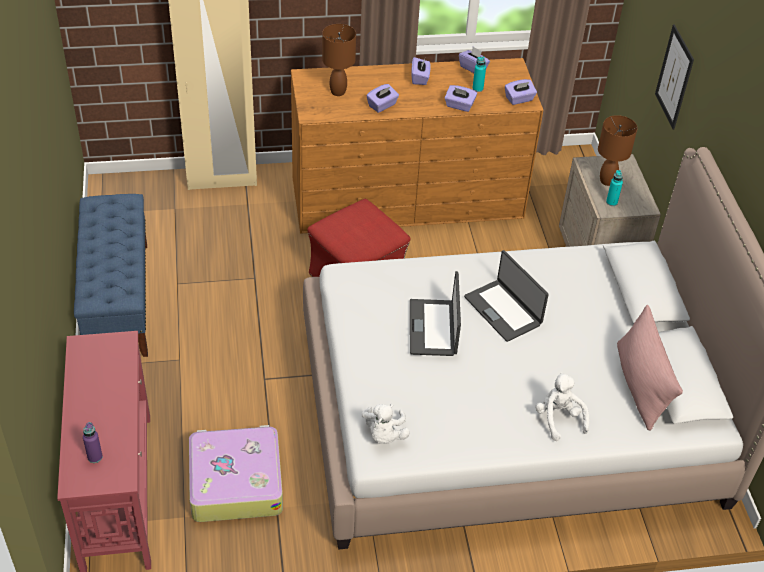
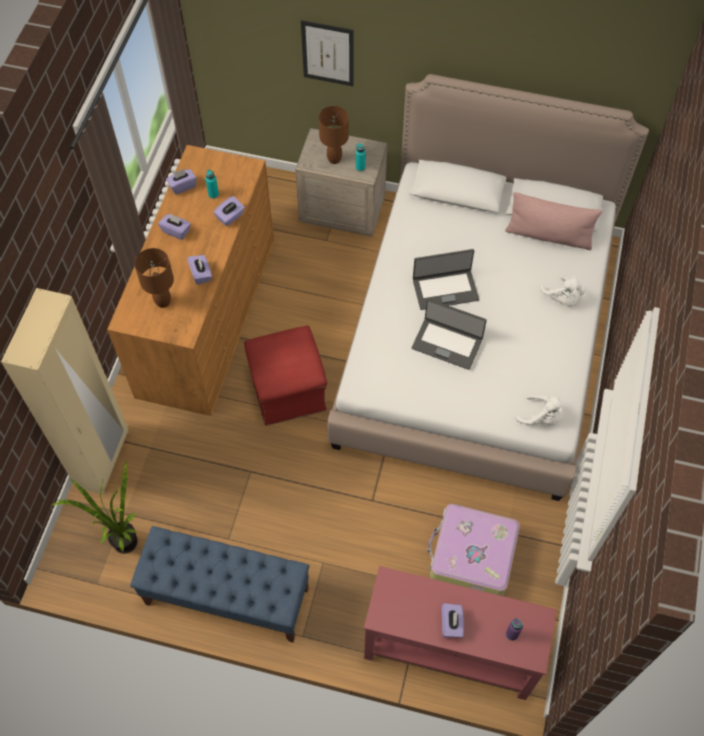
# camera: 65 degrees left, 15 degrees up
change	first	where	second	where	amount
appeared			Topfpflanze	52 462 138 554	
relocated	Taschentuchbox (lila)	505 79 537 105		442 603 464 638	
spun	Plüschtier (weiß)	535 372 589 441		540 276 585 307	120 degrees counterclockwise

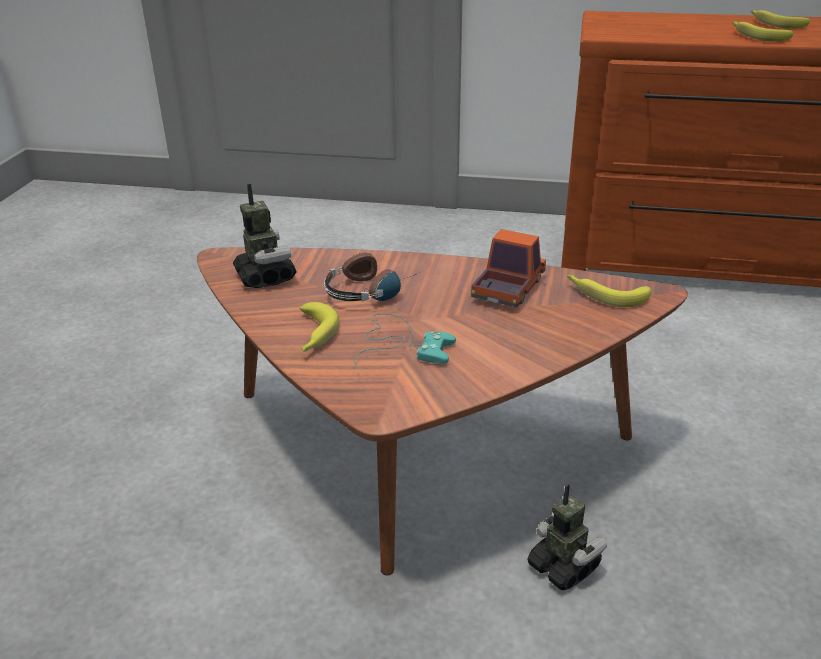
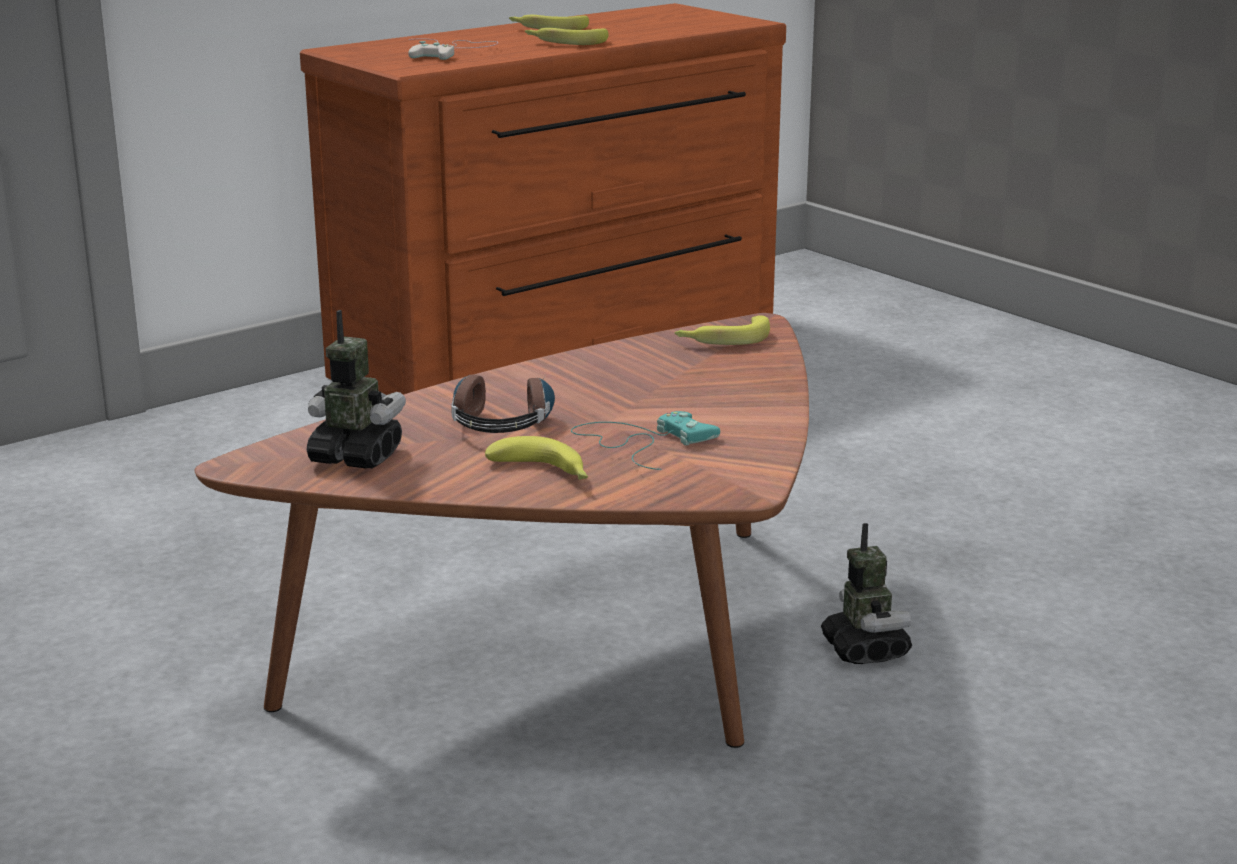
# camera: 50 degrees left, 10 degrees down
change	first	where	second	where	amount
missing	Spielzeuglaster	471 229 546 308			
appeared			Gamepad (weiß)	408 38 498 60	
spun	Spielzeugroboter	527 484 607 590		821 523 912 664	75 degrees clockwise

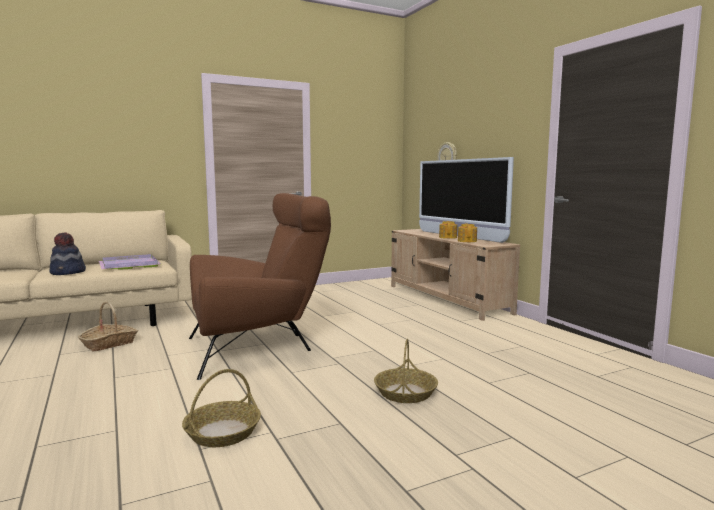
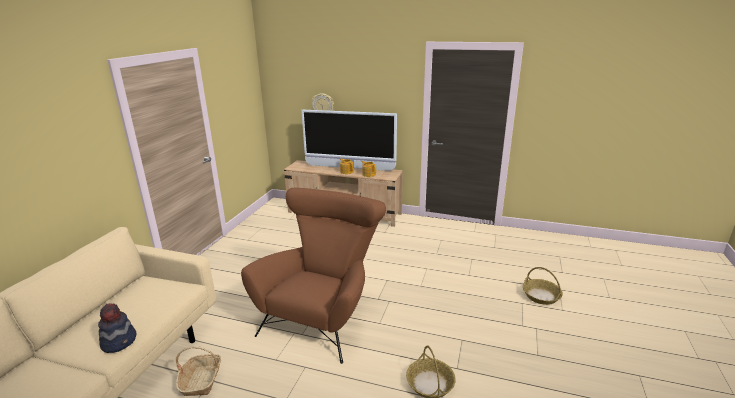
# camera: 45 degrees left, 15 degrees up
change	first	where	second	where	amount
missing	Tablett (lila)	99 254 161 270			
relocated	Korb	374 339 438 403		523 267 563 305	

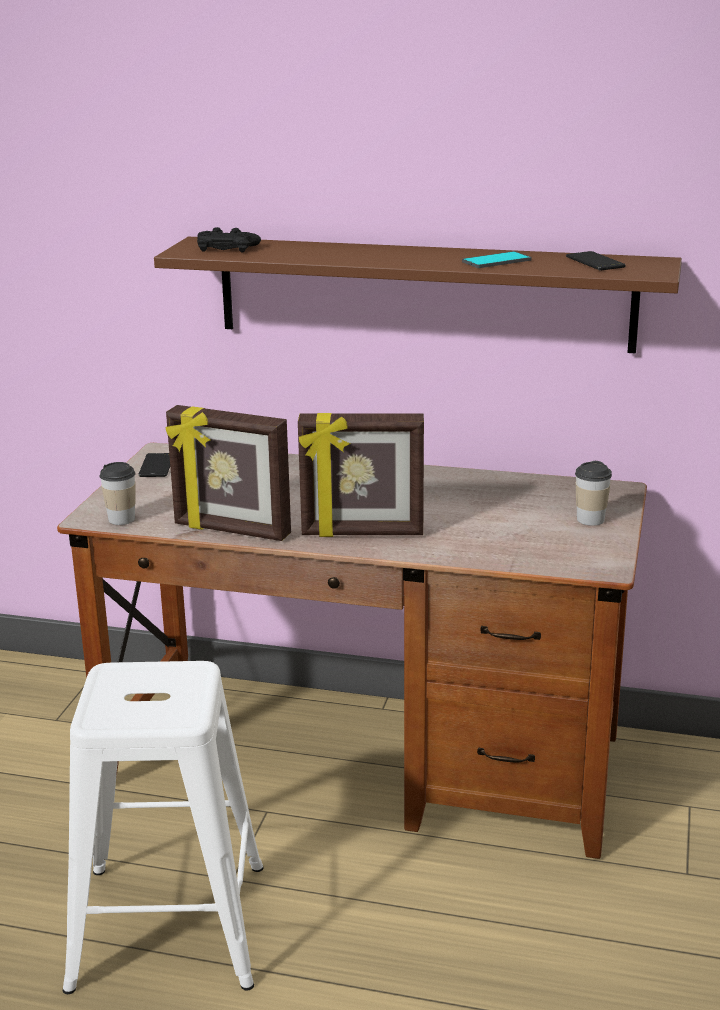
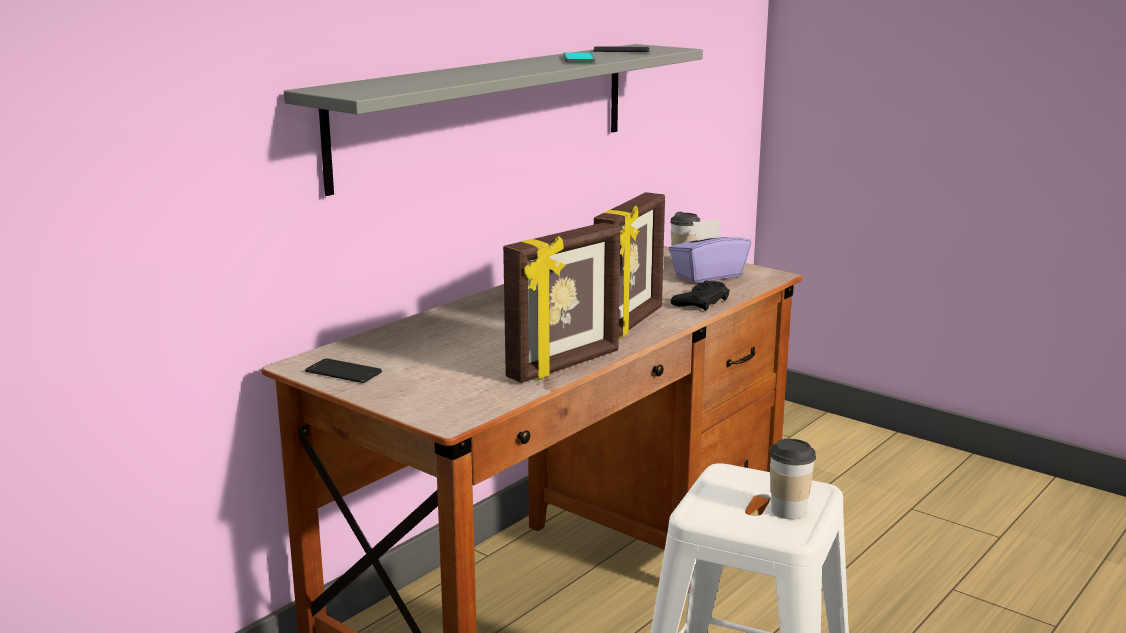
# camera: 65 degrees left, 5 degrees down
change	first	where	second	where	amount
appeared			Taschentuchbox (lila)	669 218 751 283	
relocated	Tasse	99 462 136 525		770 439 816 519	
relocated	Gamepad (schwarz)	197 227 261 253		671 281 730 311	
colour	Wandregal (braun)	154 237 682 354	Wandregal (grau)	284 44 703 196	

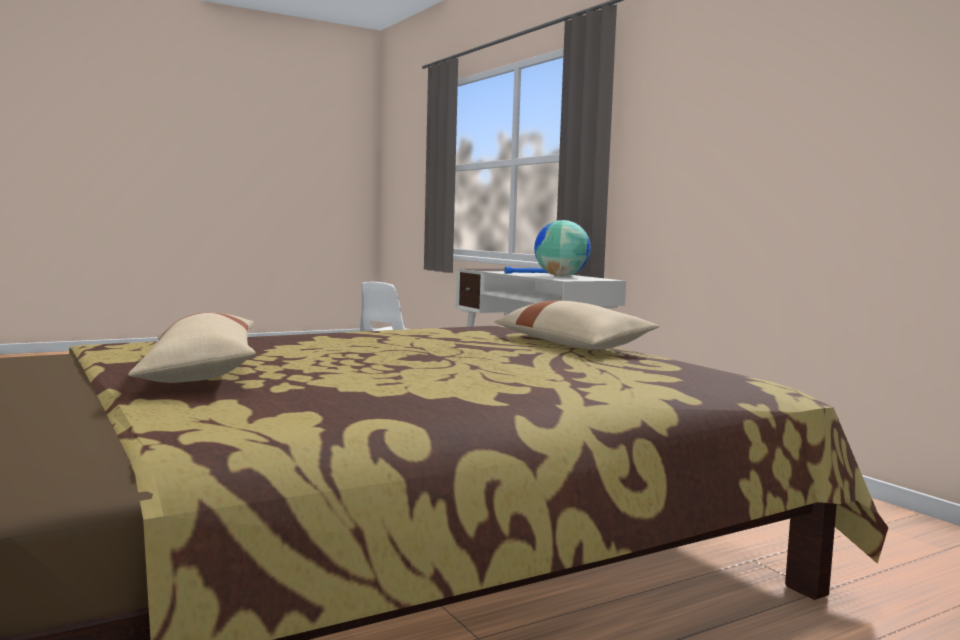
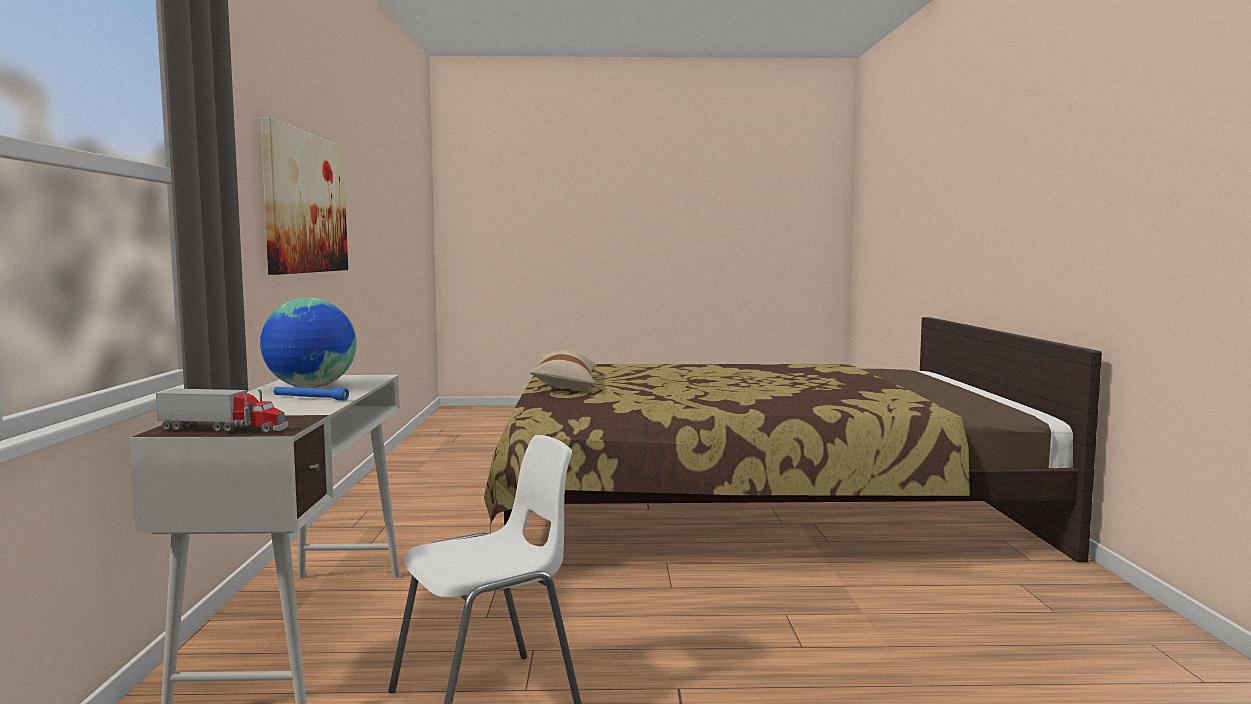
# camera: 150 degrees left, 0 degrees up
change	first	where	second	where	amount
missing	Kissen (beige)	128 313 256 383			
appeared			Spielzeuglaster	156 389 288 433	
appeared			Bild	261 117 348 275	

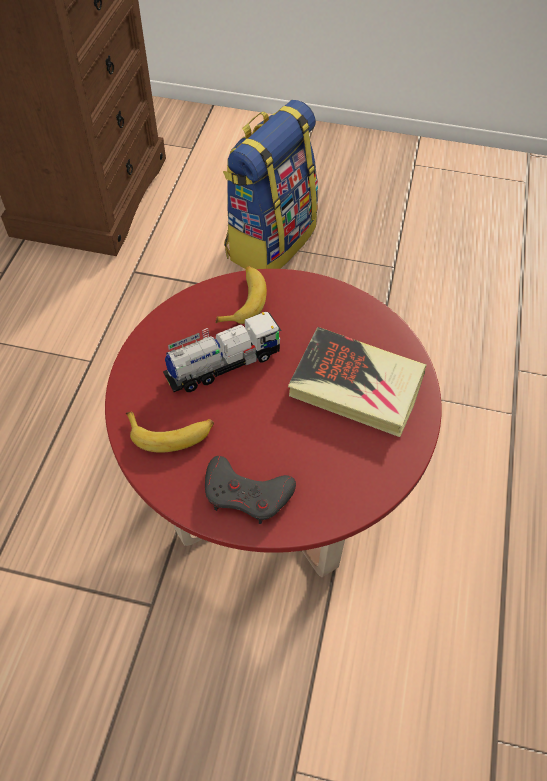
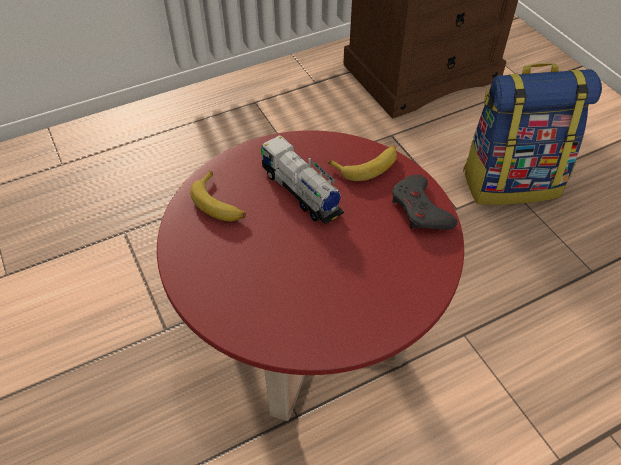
# camera: 50 degrees right, 5 degrees down
change	first	where	second	where	amount
missing	Buch	288 327 427 437			
relocated	Gamepad (grau)	205 456 296 524		392 174 458 230	
spun	Spielzeuglaster	163 312 282 392		261 135 344 224	150 degrees counterclockwise

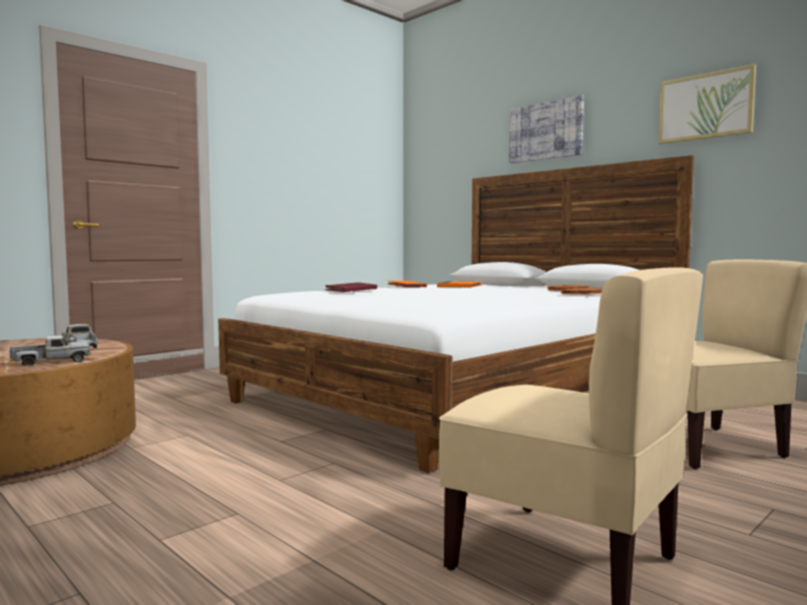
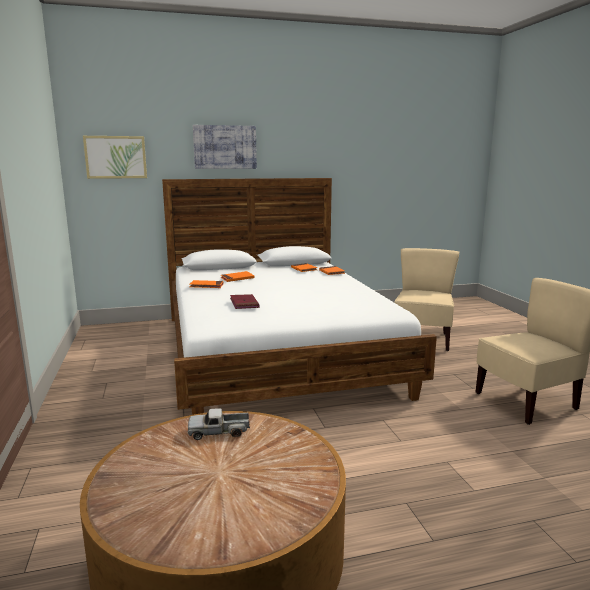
# camera: 60 degrees left, 10 degrees up
change	first	where	second	where	amount
missing	Spielzeuglaster	9 335 91 366			
relocated	Bild	658 64 756 144		83 136 147 179	

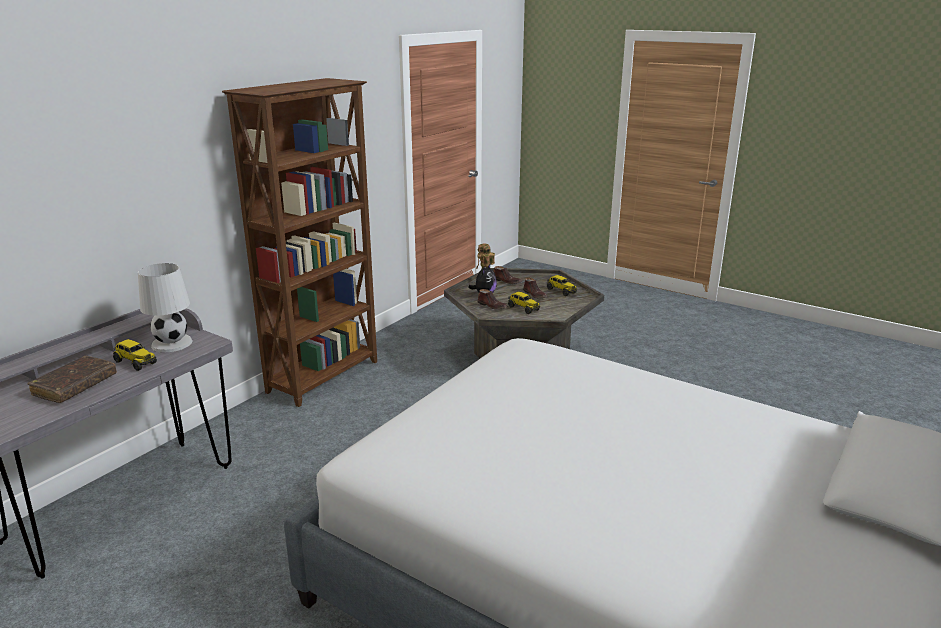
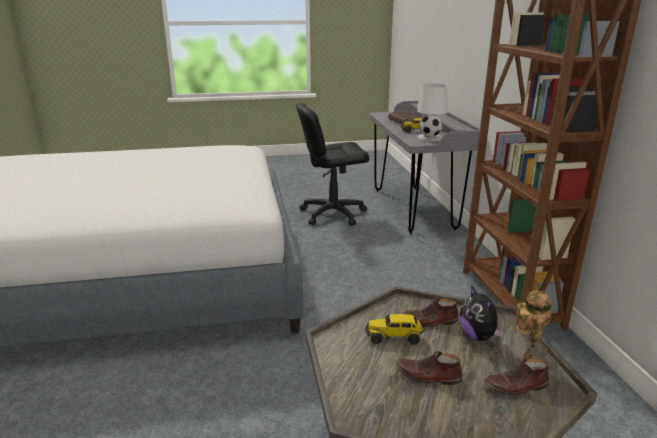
# camera: 135 degrees right, 0 degrees up
change	first	where	second	where	amount
missing	Spielzeuglaster	547 275 577 296			
appeared			Bürostuhl (schwarz)	296 103 369 226	

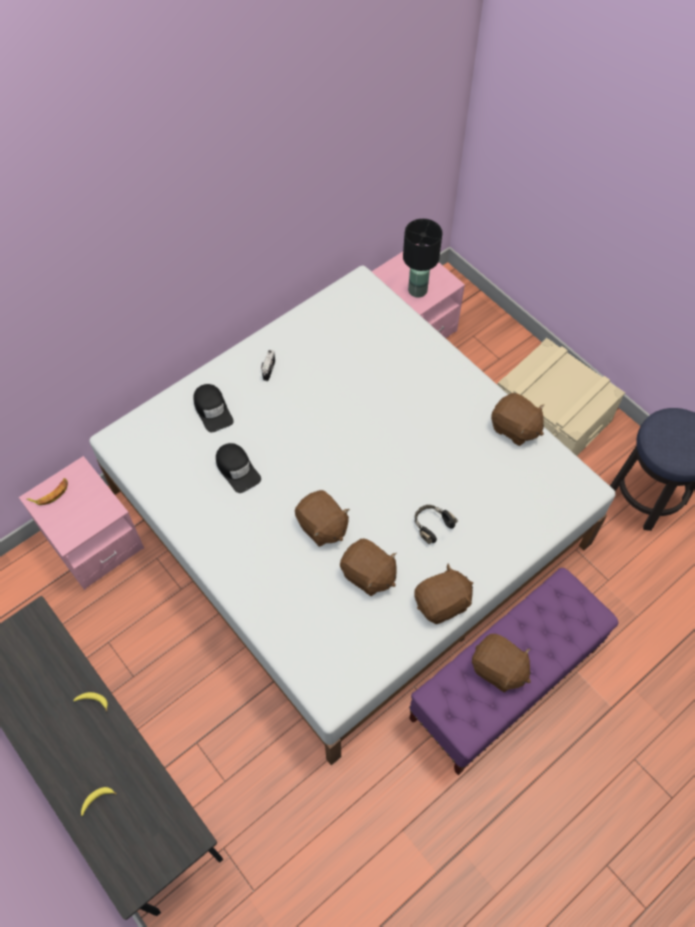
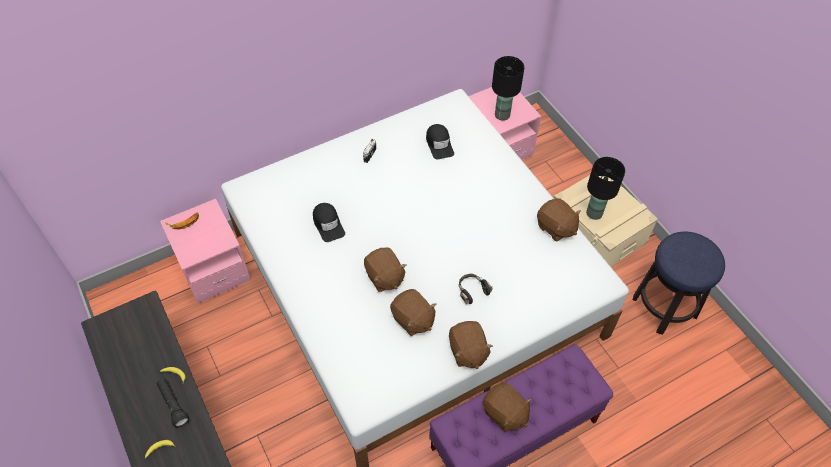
# camera: 10 degrees right, 5 degrees down
change	first	where	second	where	amount
appeared			Taschenlampe (schwarz)	157 379 189 428	
appeared			Tischlampe (schwarz)	586 157 625 220	
relocated	Kappe (schwarz)	193 384 234 432		426 124 454 159	
spun	Plüschtier (braun)	414 564 473 624		449 321 493 369	90 degrees clockwise

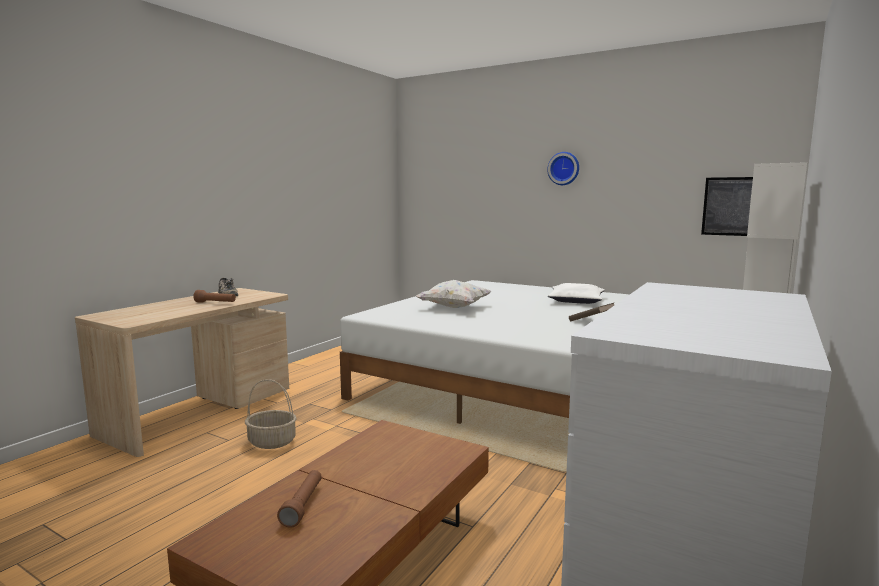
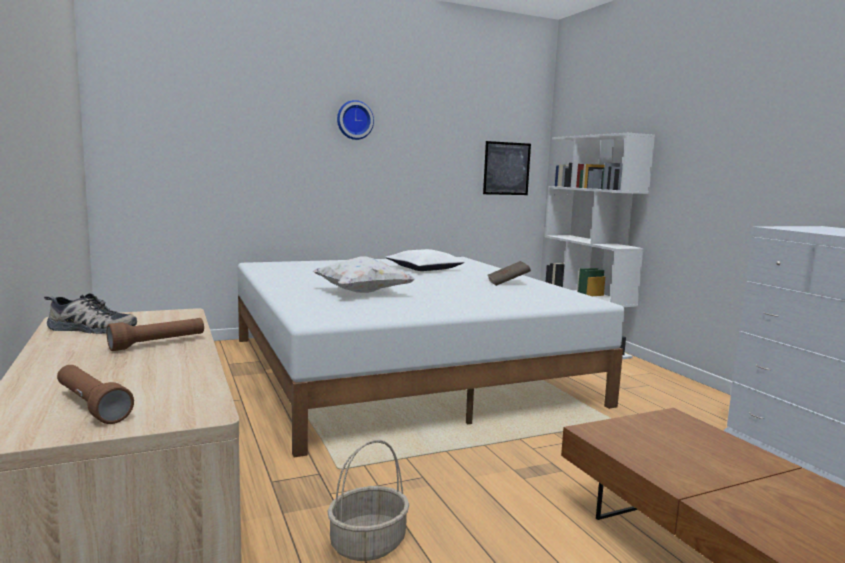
# camera: 55 degrees left, 0 degrees up
change	first	where	second	where	amount
relocated	Taschenlampe (braun)	277 470 322 528		57 365 134 424	

